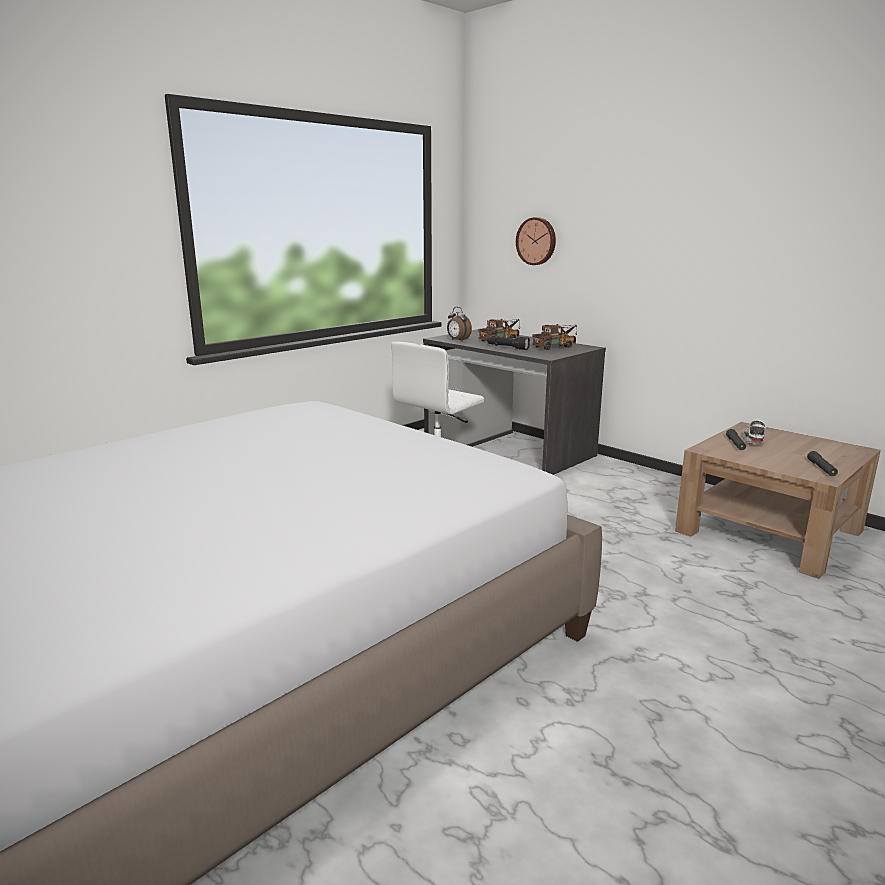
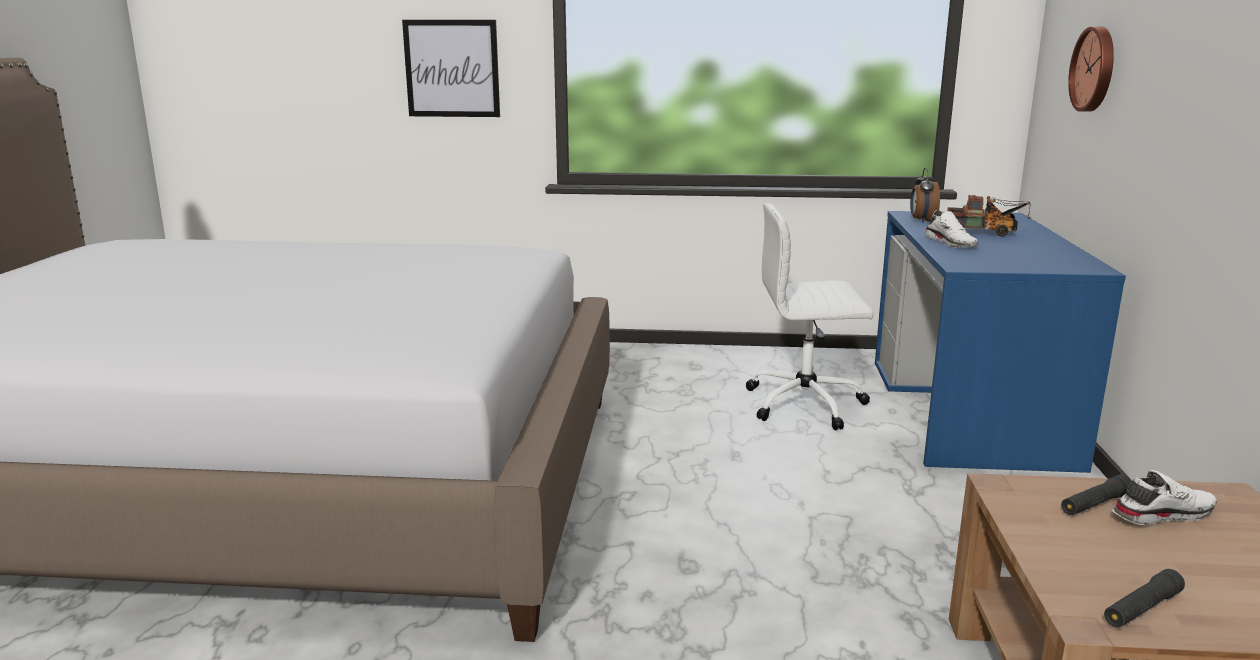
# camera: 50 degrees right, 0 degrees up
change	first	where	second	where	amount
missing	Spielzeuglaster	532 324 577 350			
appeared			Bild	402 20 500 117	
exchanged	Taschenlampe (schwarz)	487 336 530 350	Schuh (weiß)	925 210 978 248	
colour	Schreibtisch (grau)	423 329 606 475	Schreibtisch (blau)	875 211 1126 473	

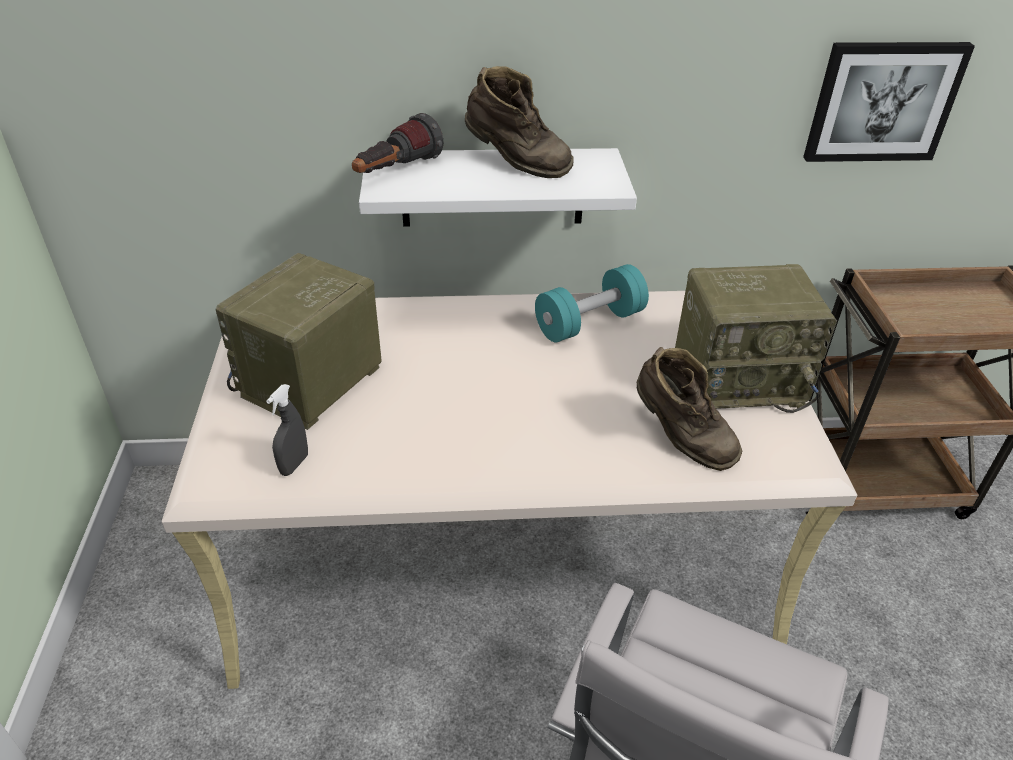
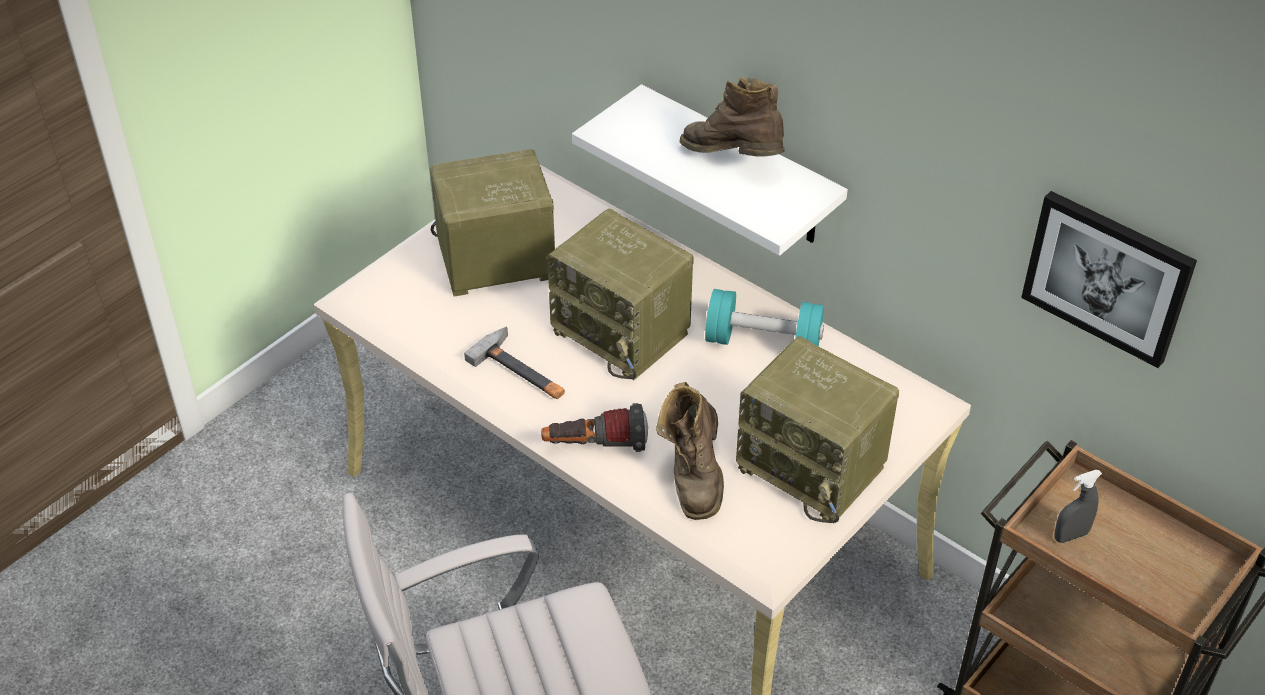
# camera: 45 degrees right, 5 degrees up
change	first	where	second	where	amount
appeared			Hammer	464 327 565 399	
appeared			Radio	547 209 694 380	
relocated	Sprühflasche (grau)	266 384 308 476		1055 470 1102 543	
relocated	Taschenlampe	352 113 444 173		541 403 648 452	
spun	Stiefel (braun)	465 66 574 178		680 77 785 157	150 degrees clockwise

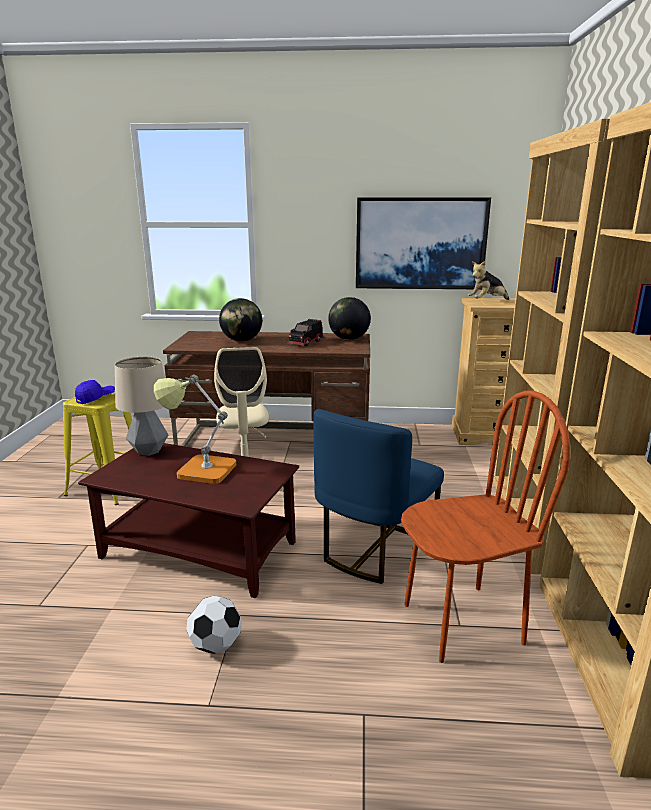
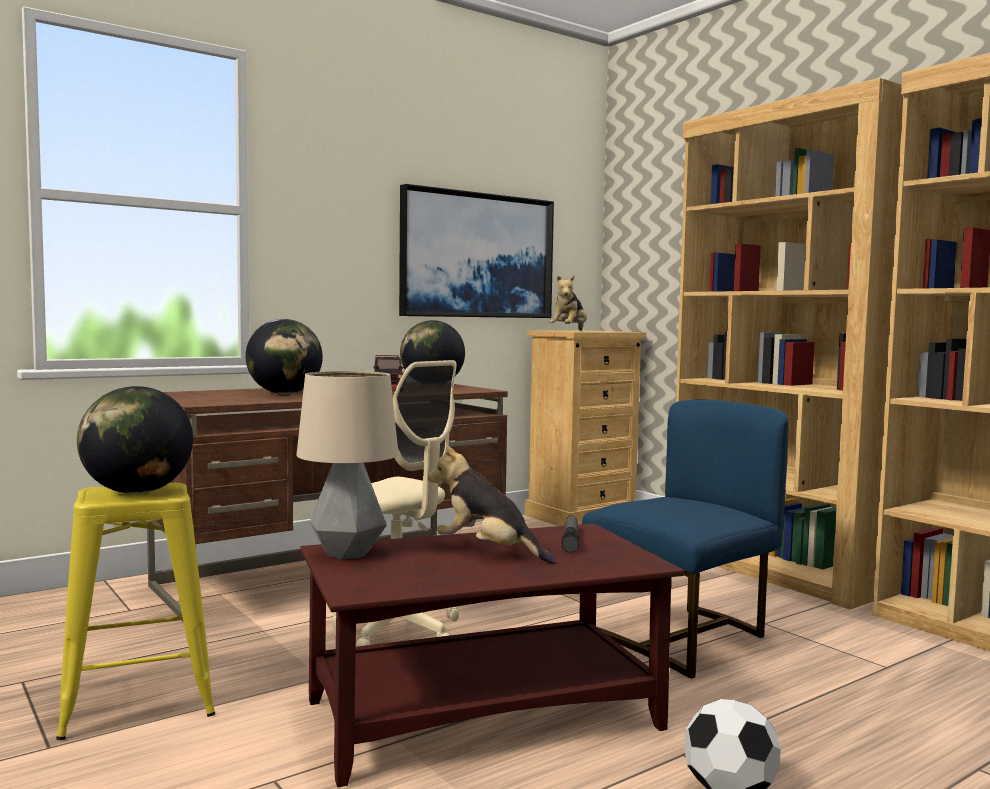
# camera: 40 degrees left, 15 degrees down
change	first	where	second	where	amount
missing	Stuhl (braun)	401 390 570 663			
appeared			Taschenlampe	562 515 579 553	
exchanged	Kappe (blau)	75 380 115 404	Globus	77 386 193 494	
exchanged	Tischlampe	154 375 236 484	Plüschtier	428 444 556 564	
spun	Stuhl (blau)	314 409 444 584		582 400 789 679	120 degrees counterclockwise

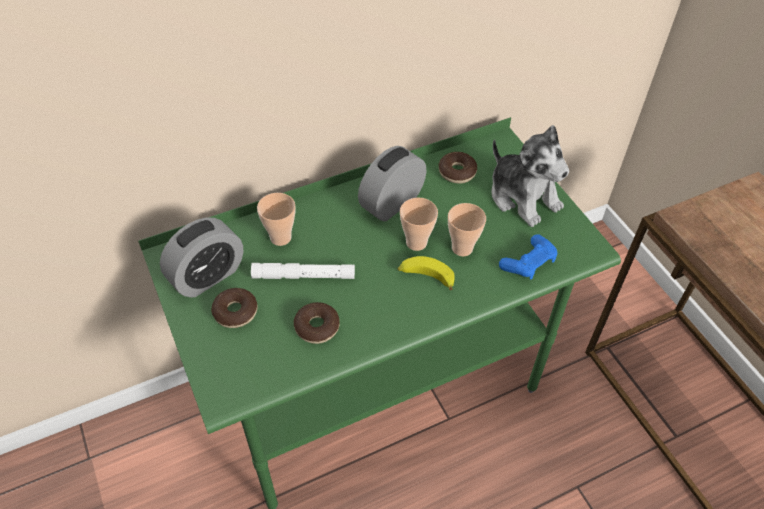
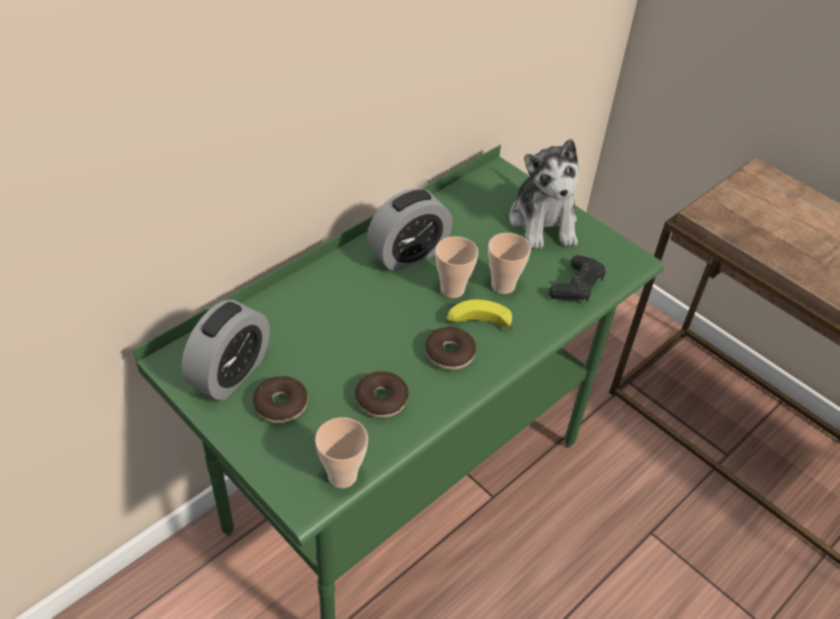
# camera: 20 degrees left, 5 degrees down
change	first	where	second	where	amount
missing	Taschenlampe (weiß)	251 263 355 279			
relocated	Tasse	257 193 296 246		315 417 368 488	
relocated	Donut	438 152 477 184		425 327 476 370	
colour	Gamepad (blau)	499 234 557 279	Gamepad (schwarz)	549 255 606 302	
spun	Wecker	358 146 426 221		367 188 452 272	150 degrees counterclockwise
spun	Plüschtier	491 125 569 227		509 139 579 249	45 degrees clockwise

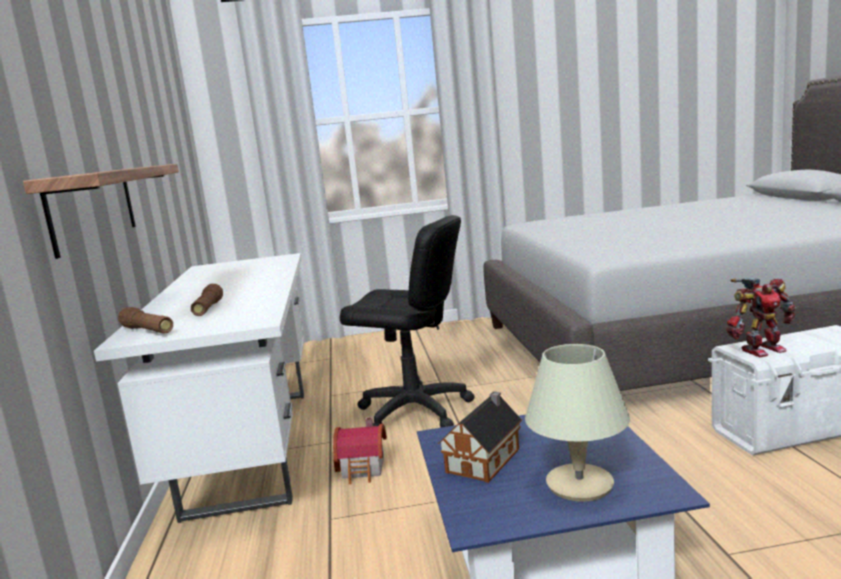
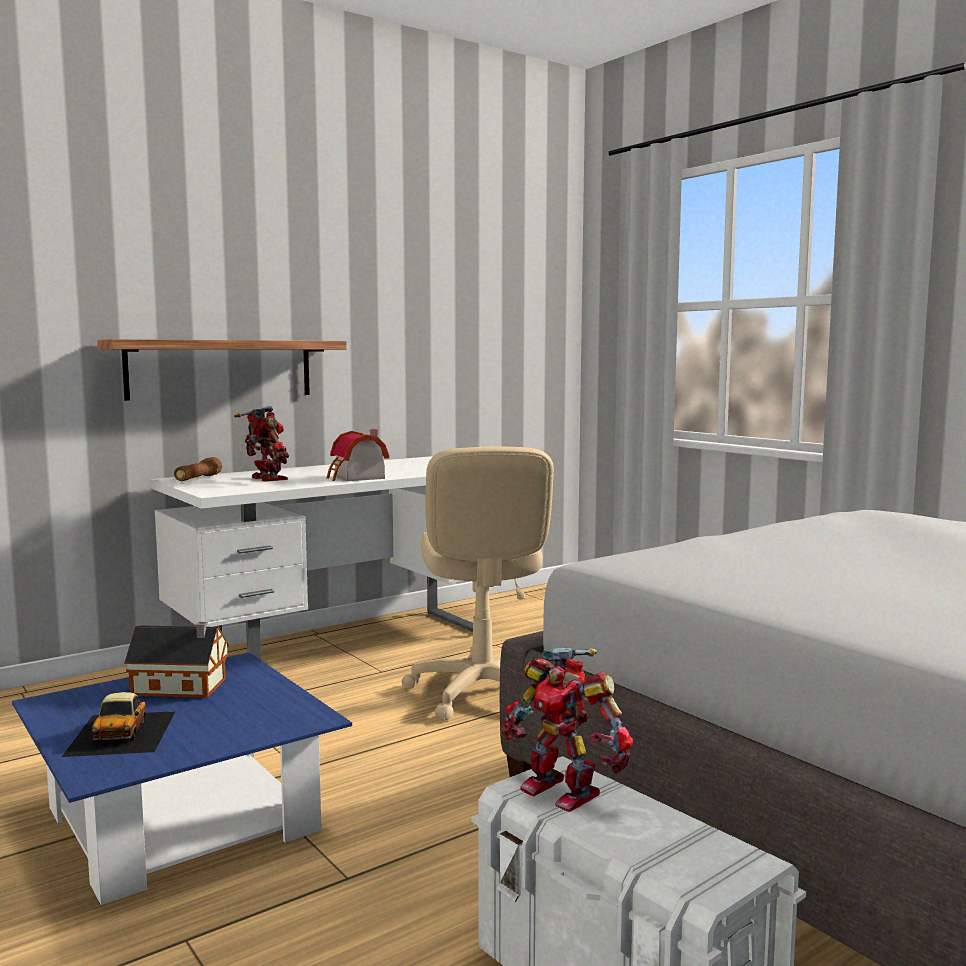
# camera: 60 degrees right, 5 degrees down
change	first	where	second	where	amount
relocated	Spielzeughaus	333 417 387 484		327 429 389 481	
exchanged	Taschenlampe (braun)	191 284 223 316	Spielzeugroboter	234 406 289 482	
exchanged	Tischlampe (beige)	525 344 630 502	Spielzeugauto	62 692 176 757	
colour	Bürostuhl (schwarz)	340 215 475 427	Bürostuhl (beige)	402 447 554 720	

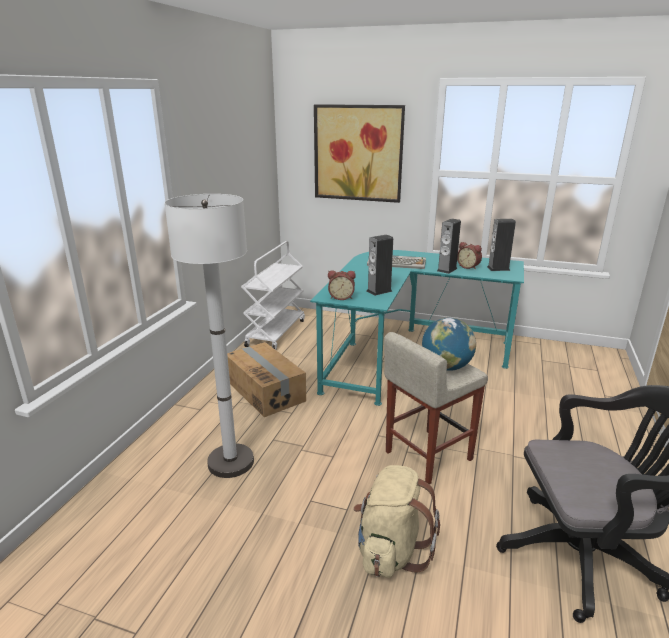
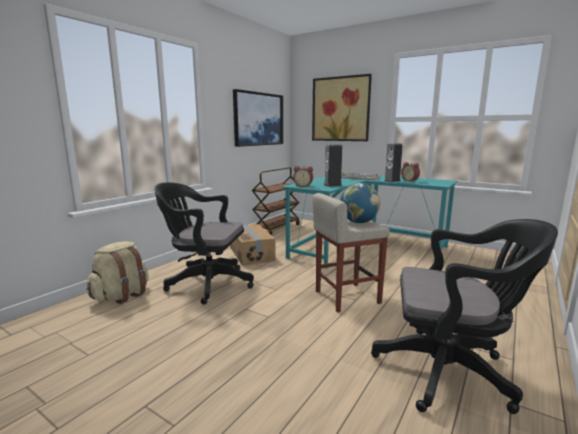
# camera: 15 degrees right, 10 degrees down
change	first	where	second	where	amount
missing	Lautsprecher	487 219 516 271			
appeared			Bild	233 89 283 147	
relocated	Rucksack (beige)	354 465 440 578		87 241 149 304	
exchanged	Stehlampe (weiß)	164 194 254 478	Bürostuhl (schwarz)	154 182 254 305	
colour	Rollwagen (weiß)	241 241 305 350	Rollwagen (braun)	252 167 300 235	

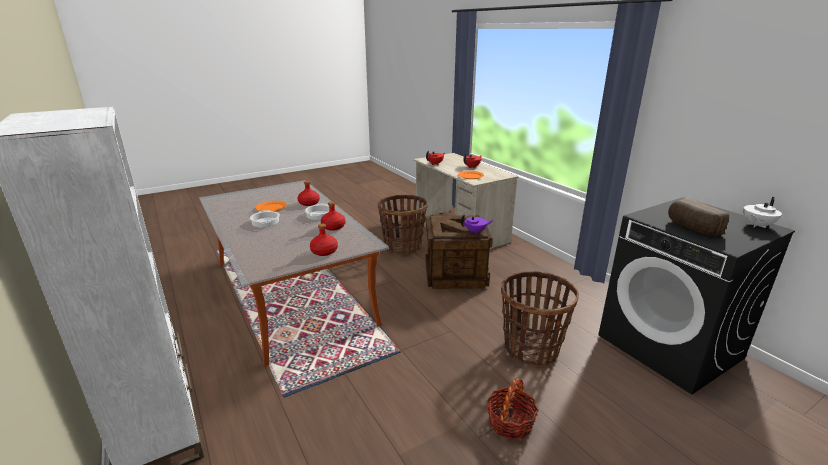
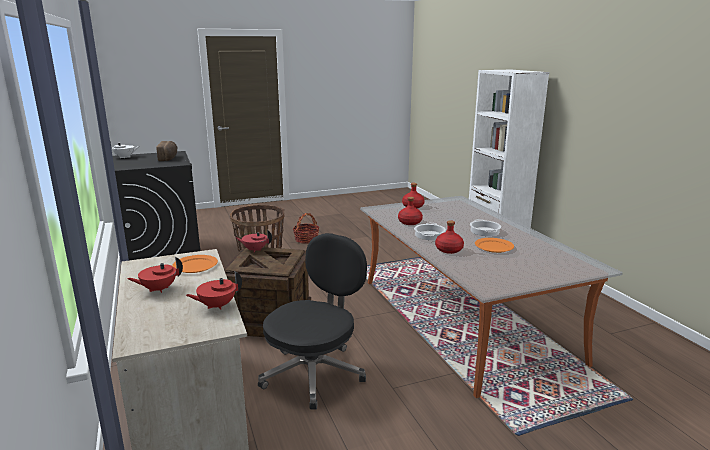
# camera: 170 degrees left, 5 degrees down
change	first	where	second	where	amount
exchanged	Korb	378 195 428 255	Bürostuhl (schwarz)	258 233 367 410	
colour	Teekanne (lila)	461 214 493 235	Teekanne (rot)	235 229 272 252	

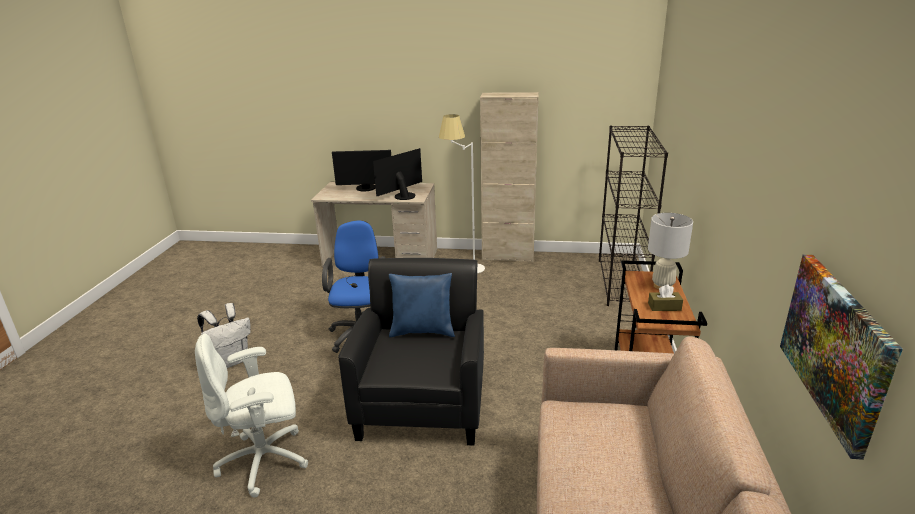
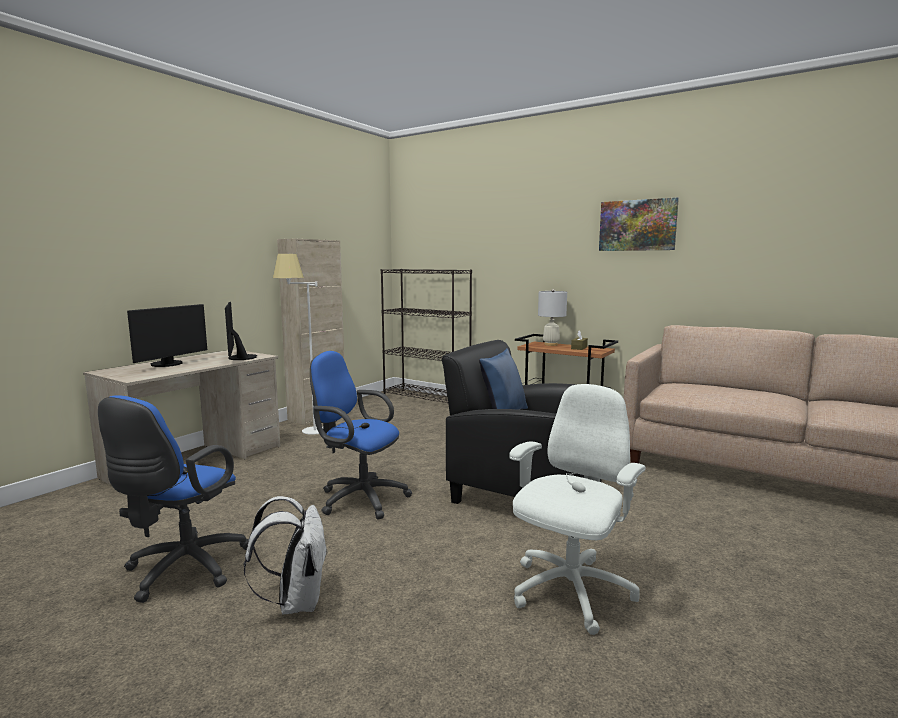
# camera: 65 degrees left, 15 degrees down
change	first	where	second	where	amount
appeared			Bürostuhl (blau)	98 395 249 603	
relocated	Bild	780 255 903 460		599 197 679 251	
spun	Bürostuhl (weiß)	195 333 308 498		509 384 646 635	150 degrees counterclockwise

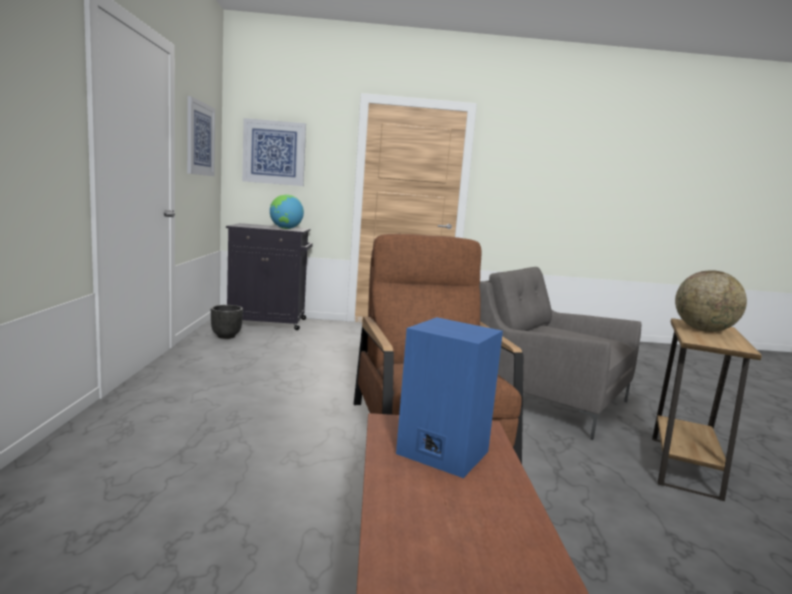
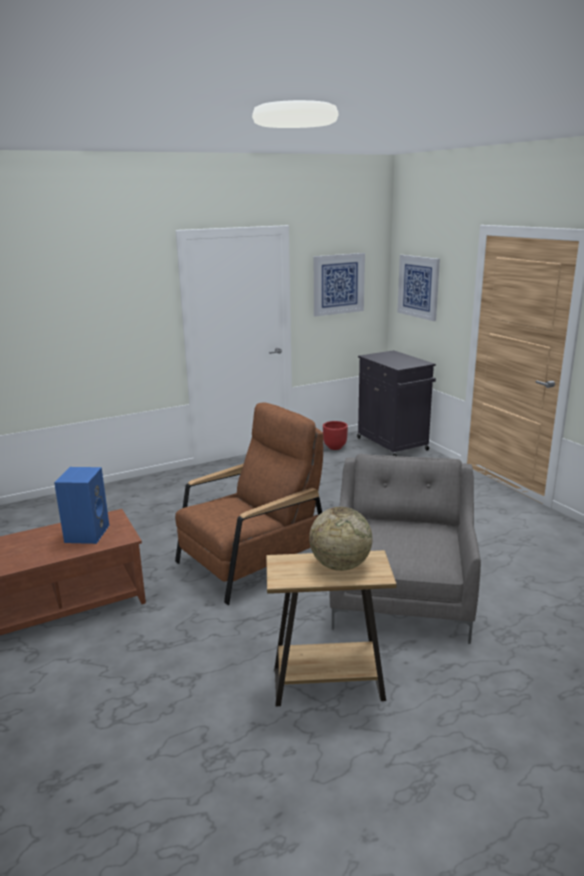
# camera: 65 degrees right, 10 degrees up
change	first	where	second	where	amount
missing	Globus	270 194 304 229			
colour	Pflanzkübel (schwarz)	211 305 243 339	Pflanzkübel (rot)	323 421 348 450	

